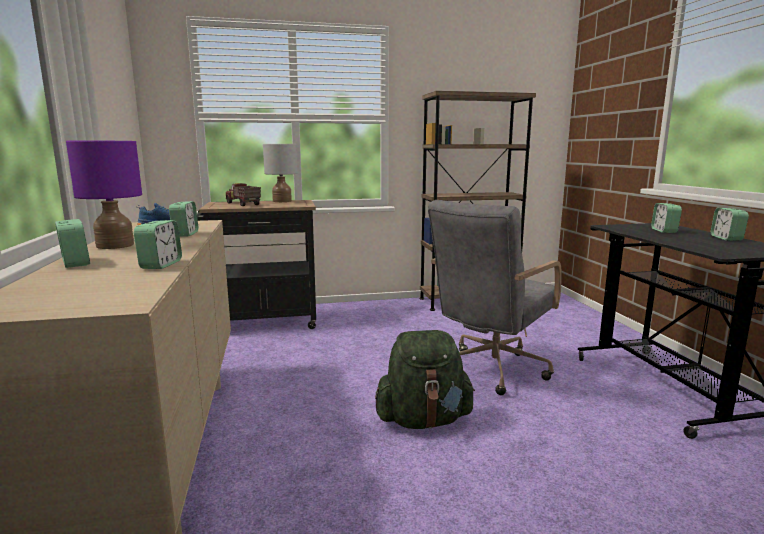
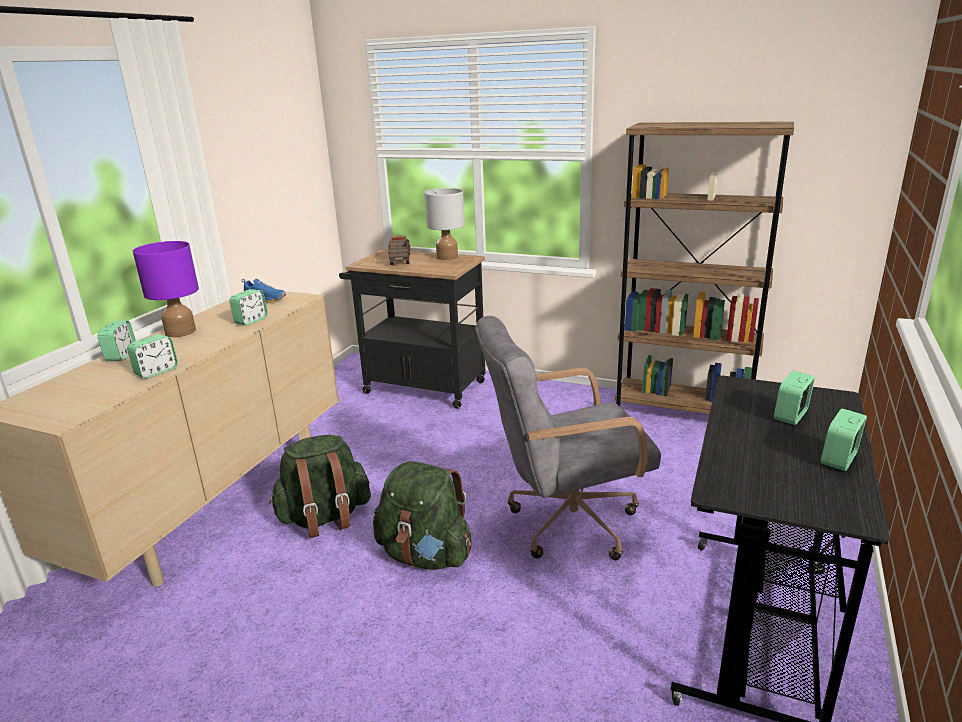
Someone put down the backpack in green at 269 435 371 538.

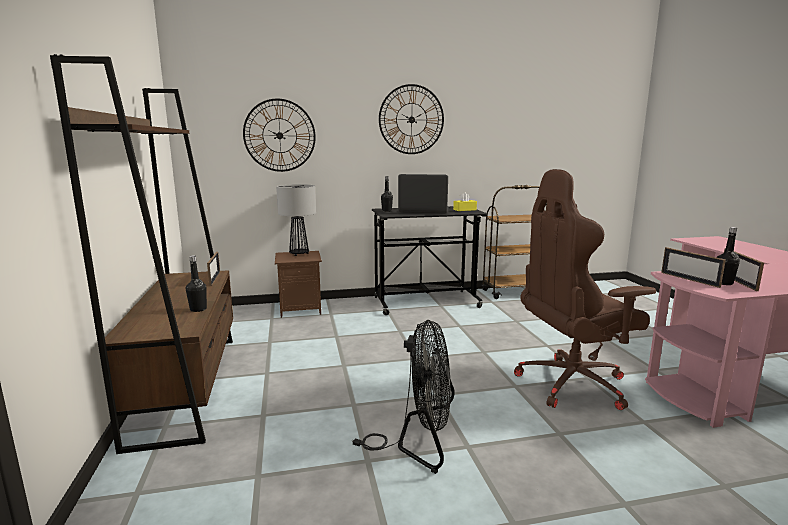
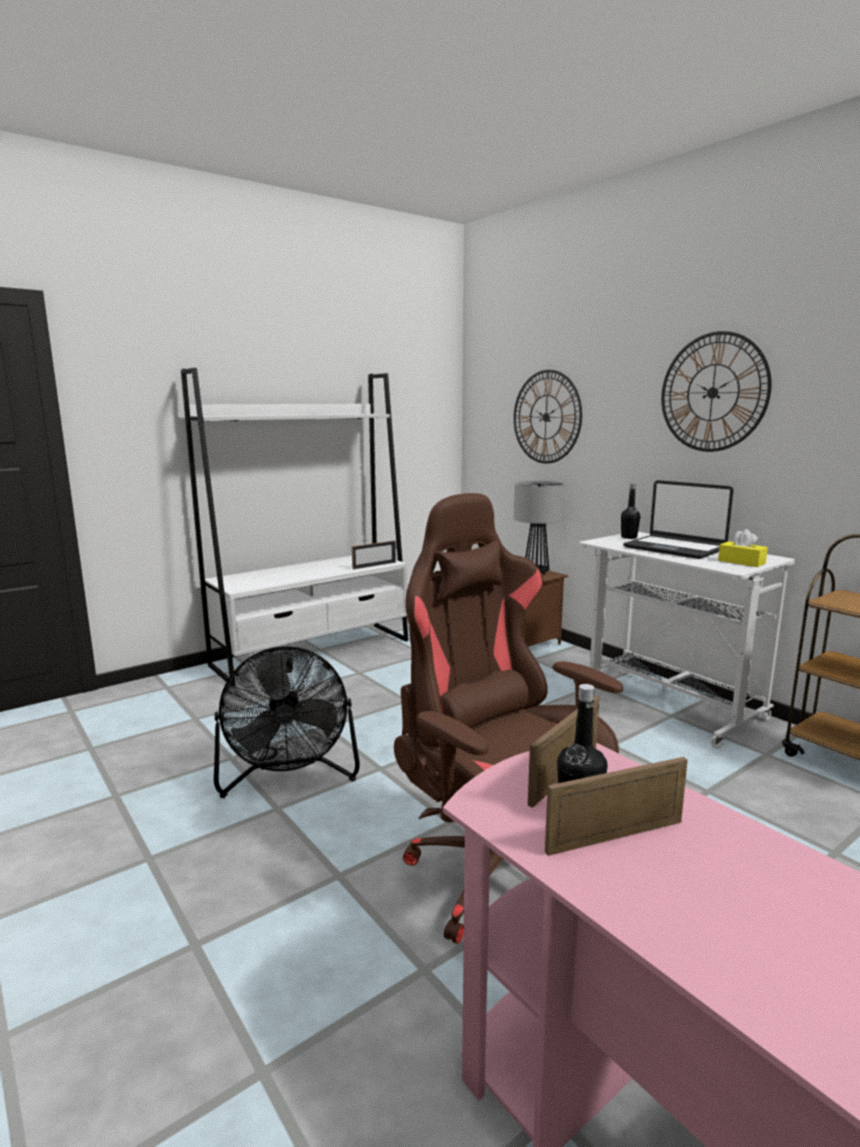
Someone repainted the bookcase in brown at 50 54 233 454, which became the bookcase in white at 181 368 409 687.
Someone rotated the laptop at 398 174 449 213 by 150 degrees clockwise.
Someone repainted the desk in black at 372 206 488 315, which became the desk in white at 574 532 795 748.
Someone took away the bottle in black at 186 255 207 312.

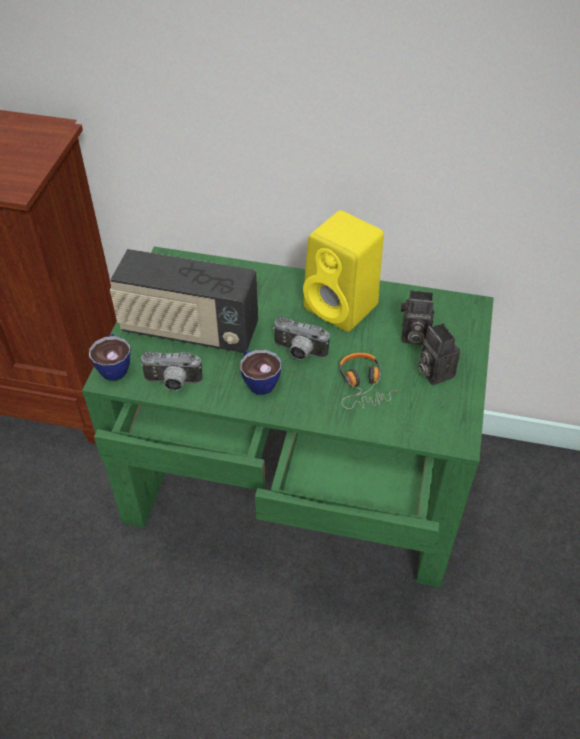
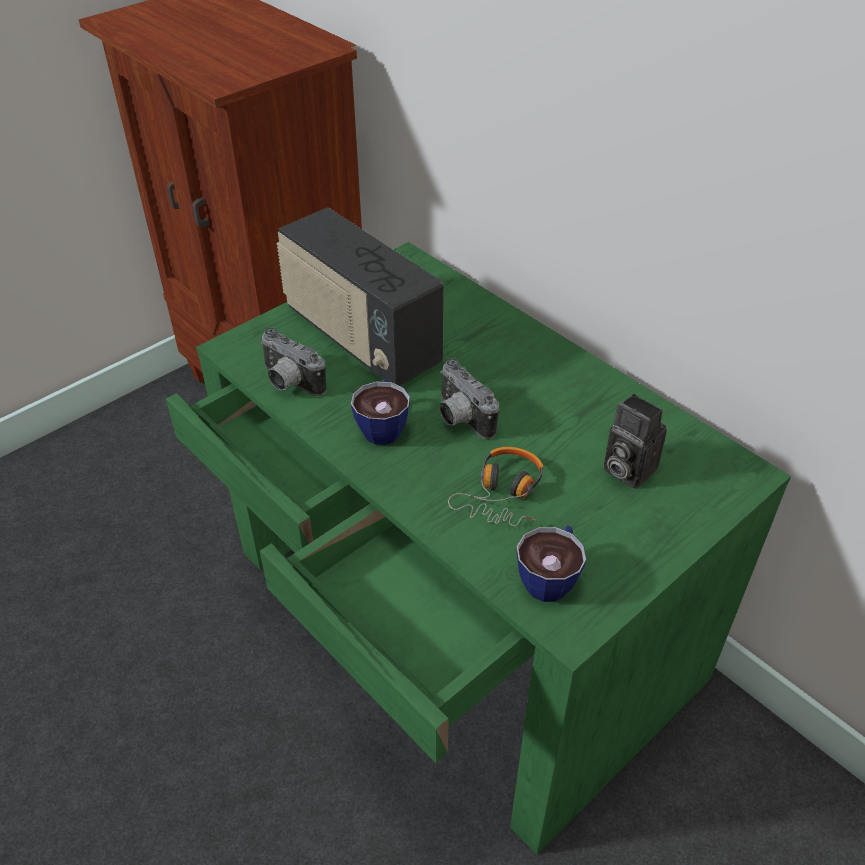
Someone took away the speaker in yellow at 303 210 384 332.
Someone took away the photo camera at 418 323 460 385.
Someone carried the cup from 89 334 130 381 to 516 526 587 602.

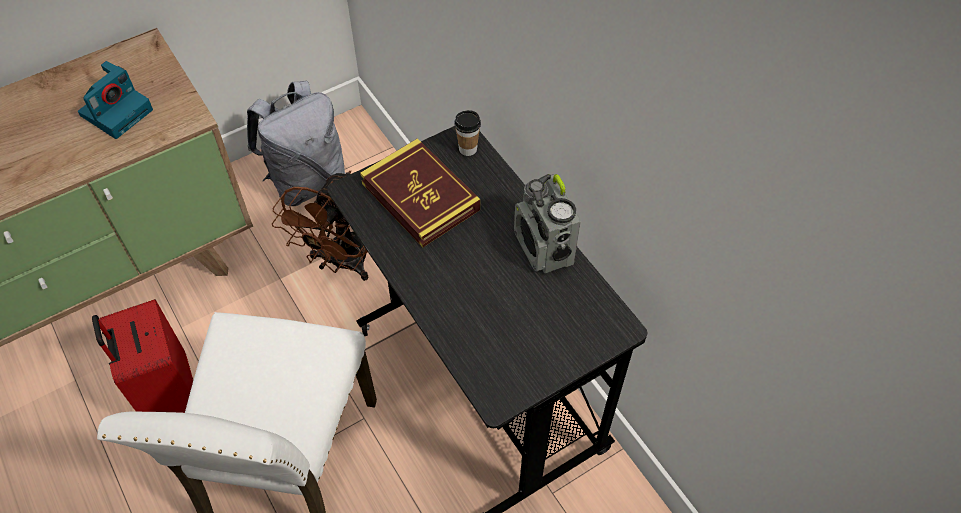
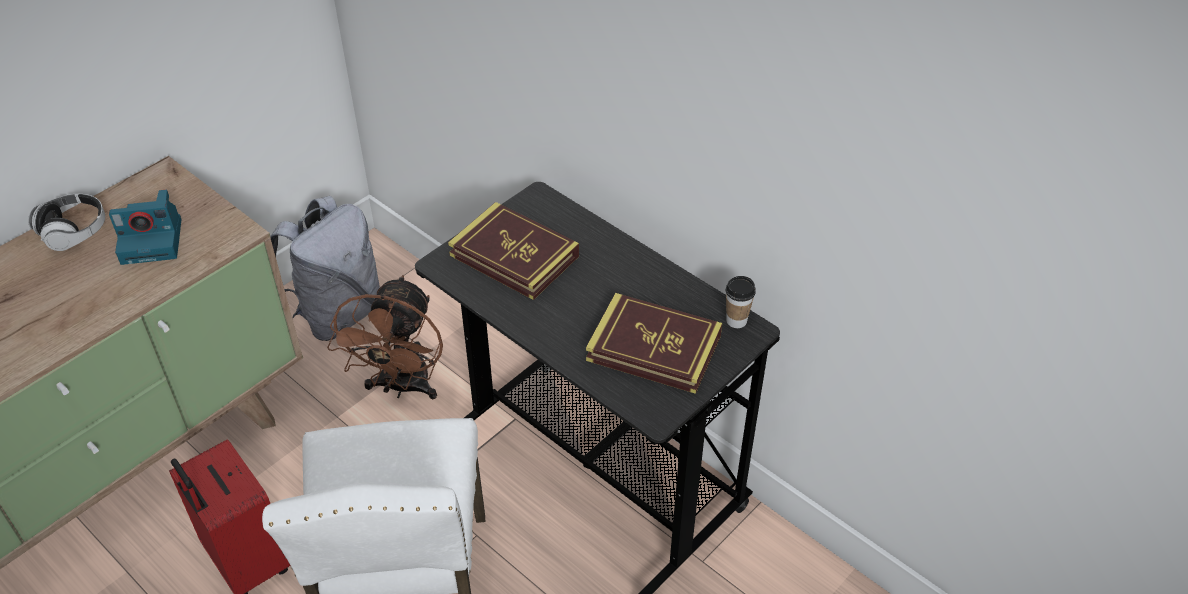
Someone rotated the photo camera at 78 61 153 139 by 60 degrees clockwise.
Someone carried the cup from 454 110 481 156 to 726 276 756 328.
Someone took away the radio at 514 174 581 273.
Someone put down the headphones at 28 194 105 251.
Someone put down the book at 586 293 722 394.

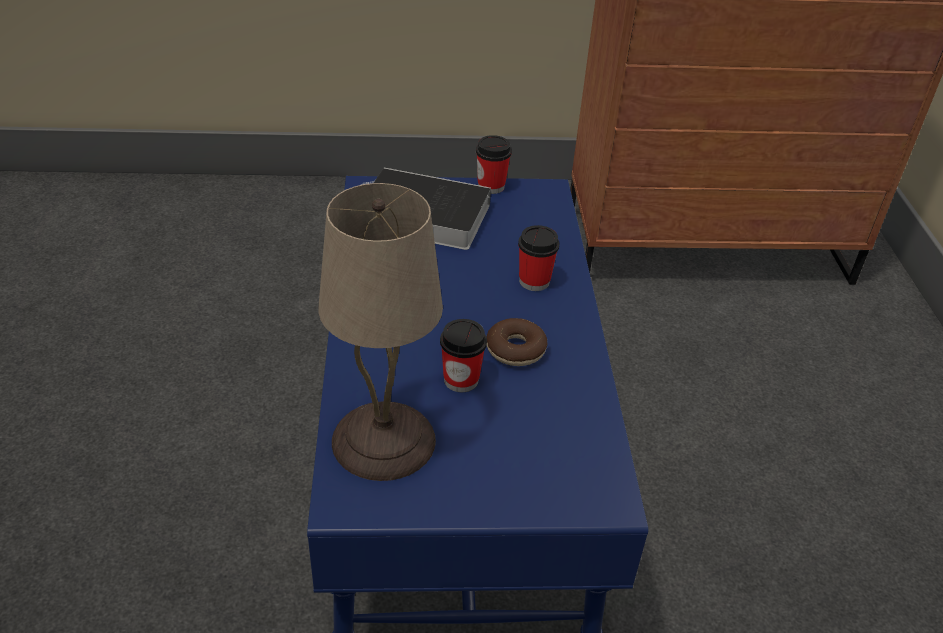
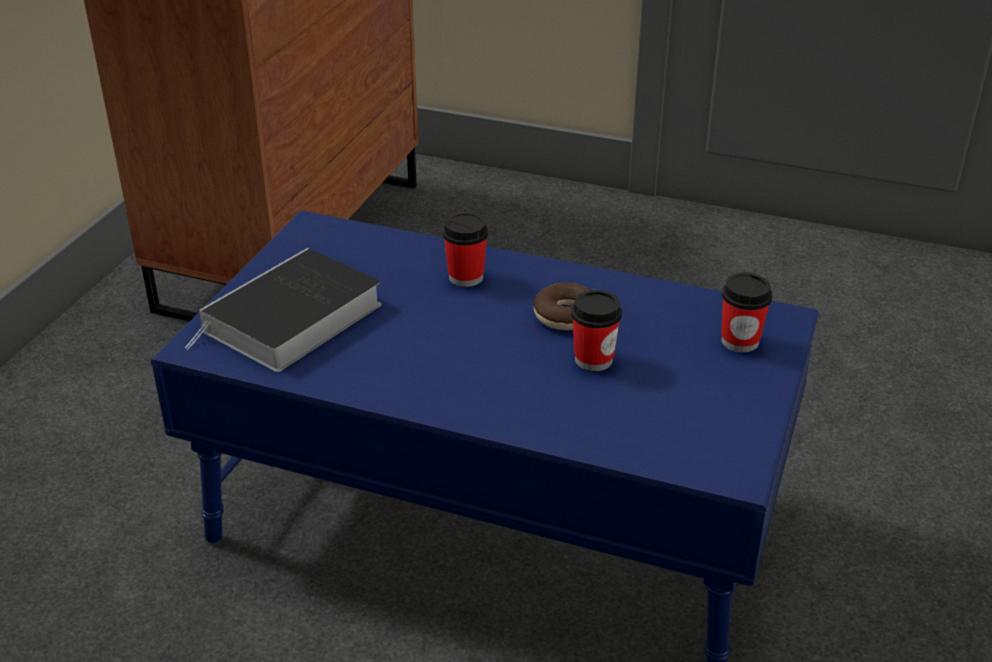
Someone carried the cup from 476 135 512 194 to 721 273 772 353.
Someone took away the table lamp in beige at 318 183 443 481.

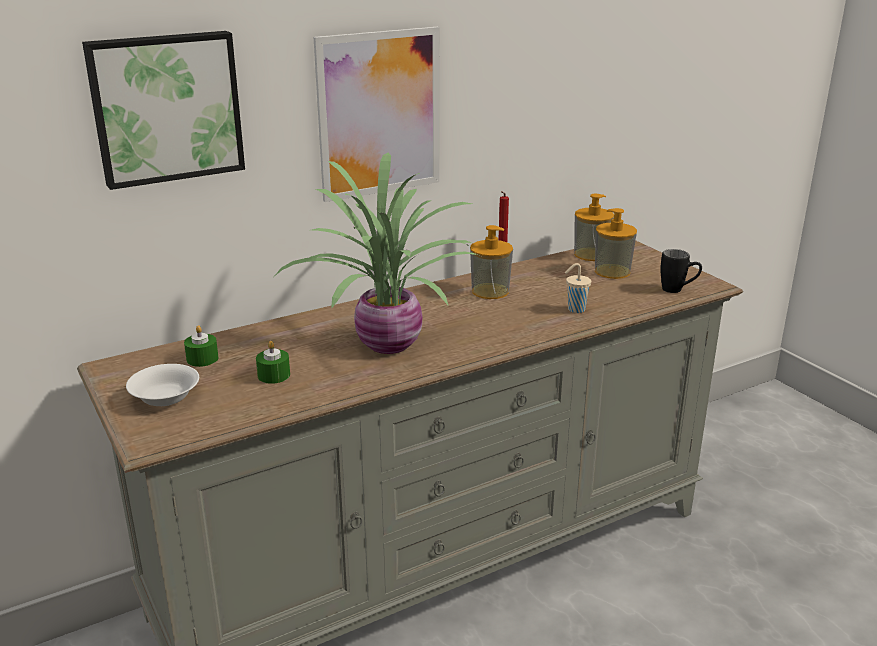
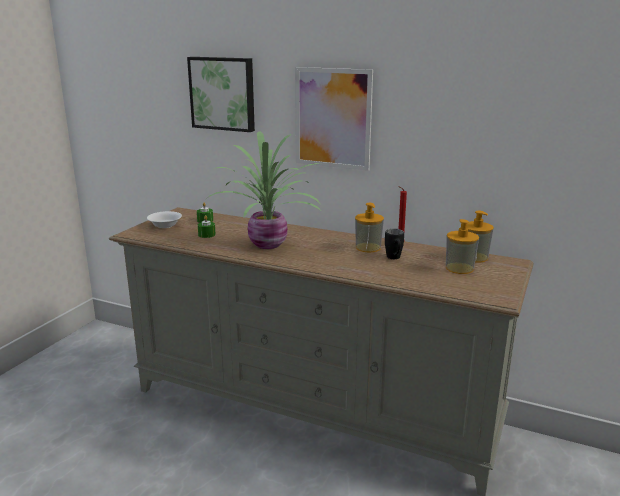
Someone carried the mug in black from 660 249 702 293 to 385 229 404 259.
Someone took away the cup in beige at 565 263 591 313.

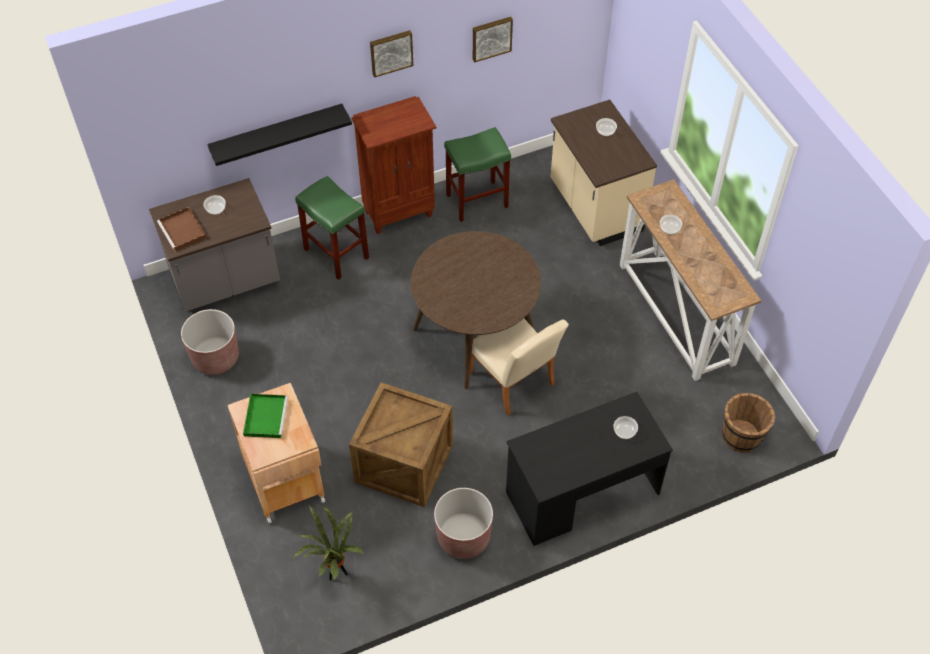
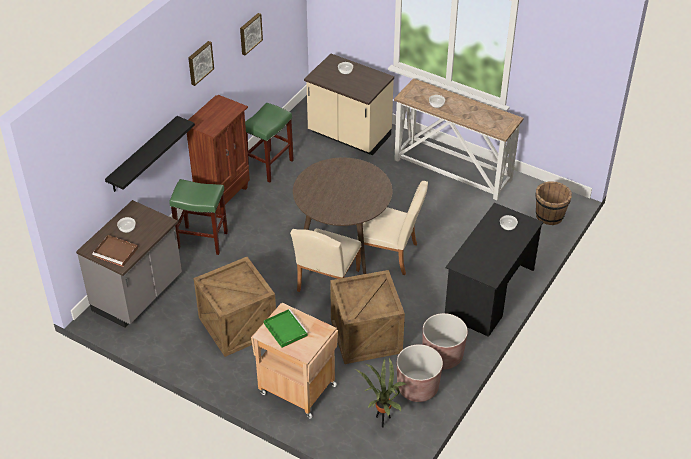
Someone carried the planter in brown from 181 309 239 375 to 397 344 443 402.
Someone put down the chair in beige at 290 229 361 292.
Someone put down the crate at 194 257 276 357.

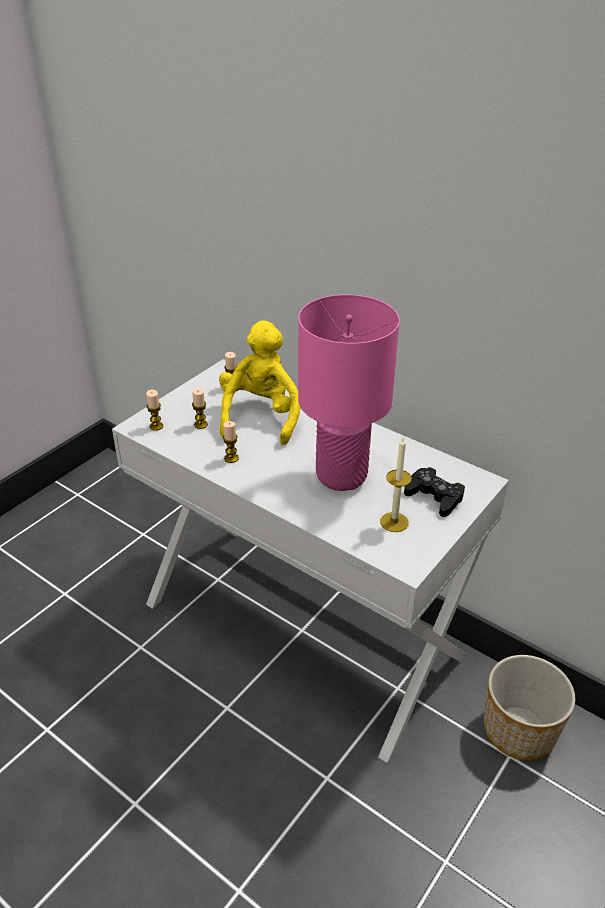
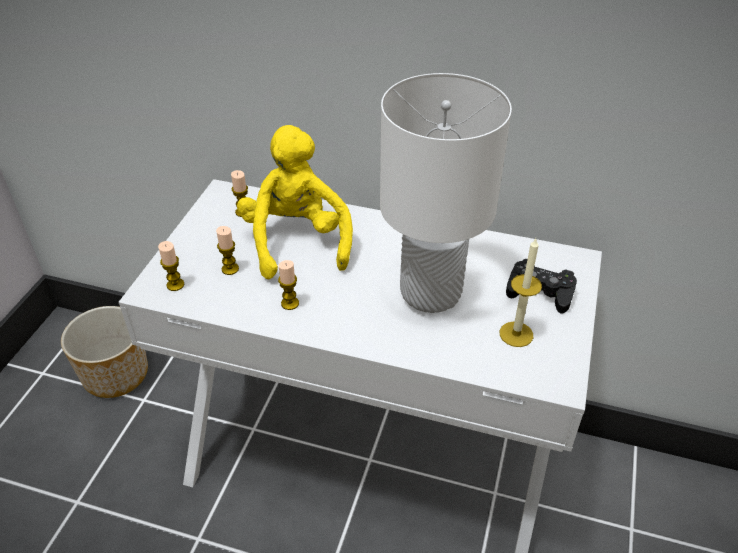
Someone repainted the table lamp in pink at 298 294 400 491, which became the table lamp in white at 380 73 512 313.
Someone carried the planter from 484 655 575 760 to 61 306 148 398.

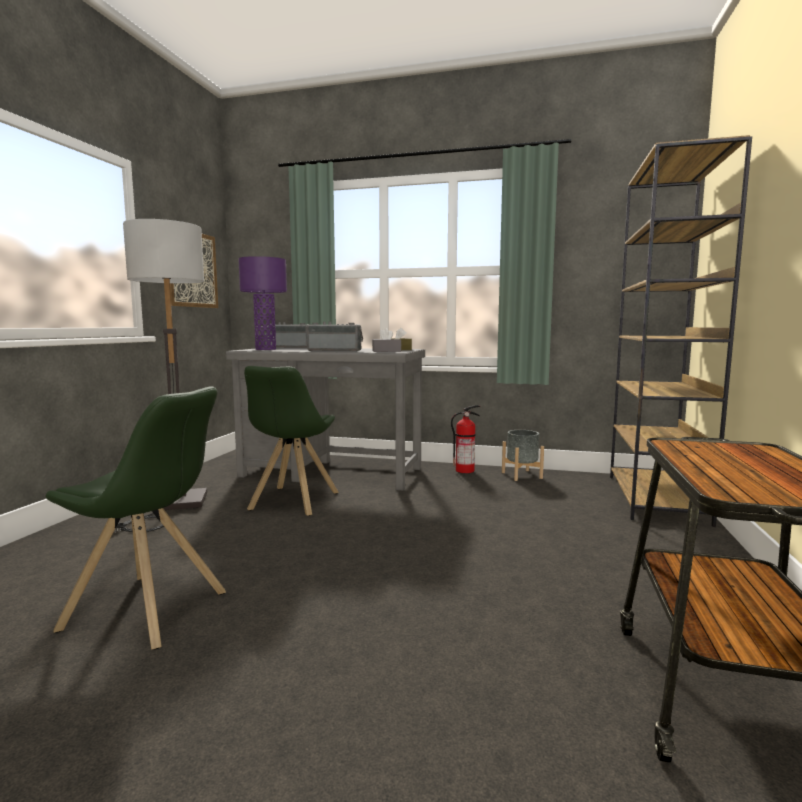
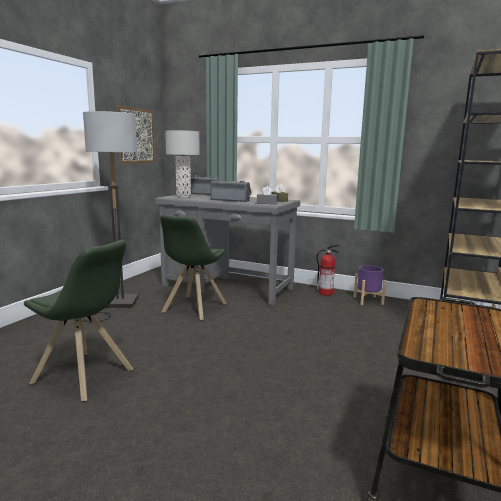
Someone repainted the table lamp in purple at 238 256 287 350, which became the table lamp in white at 165 130 200 198.
Someone repainted the planter in grey at 502 430 544 481, which became the planter in purple at 354 265 386 305.

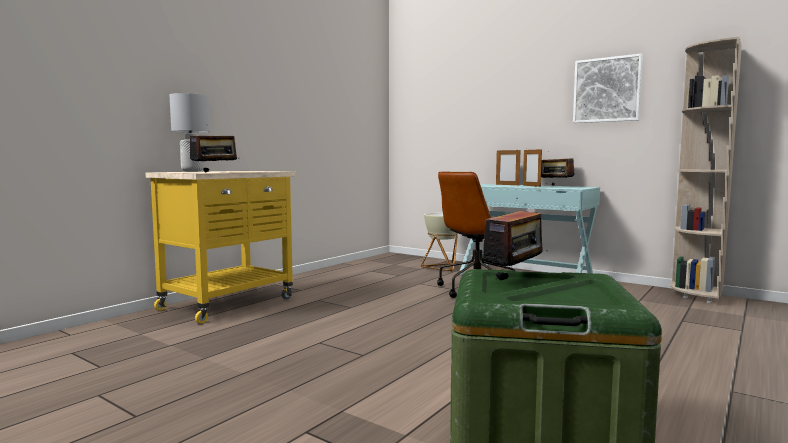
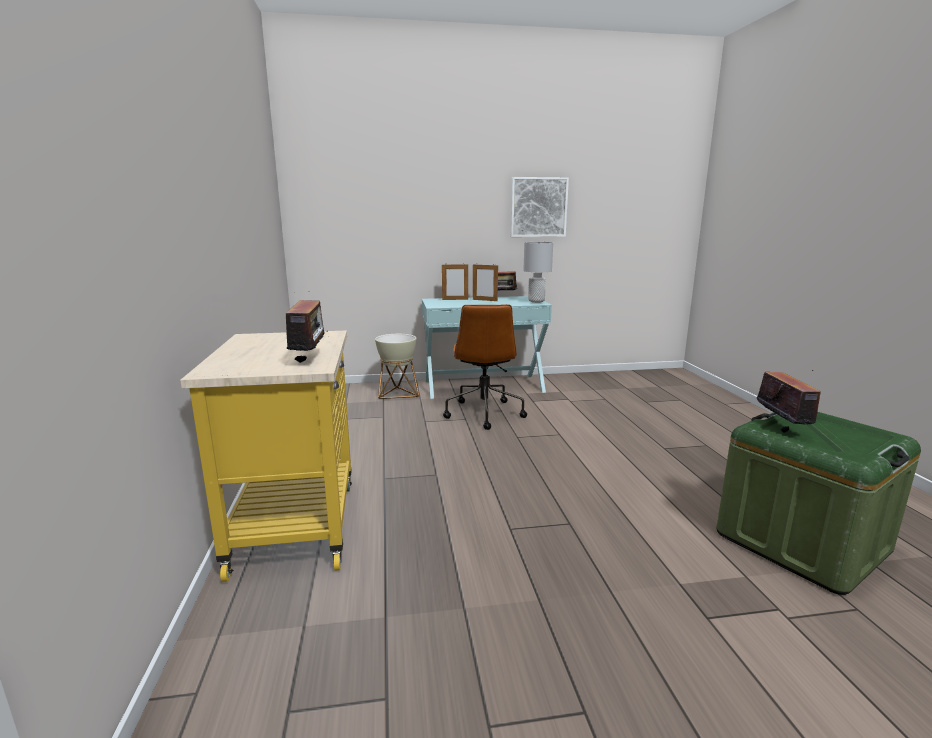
Someone took away the bookcase in beige at 670 37 742 303.
Someone carried the table lamp in grey from 170 93 210 172 to 523 242 553 303.

